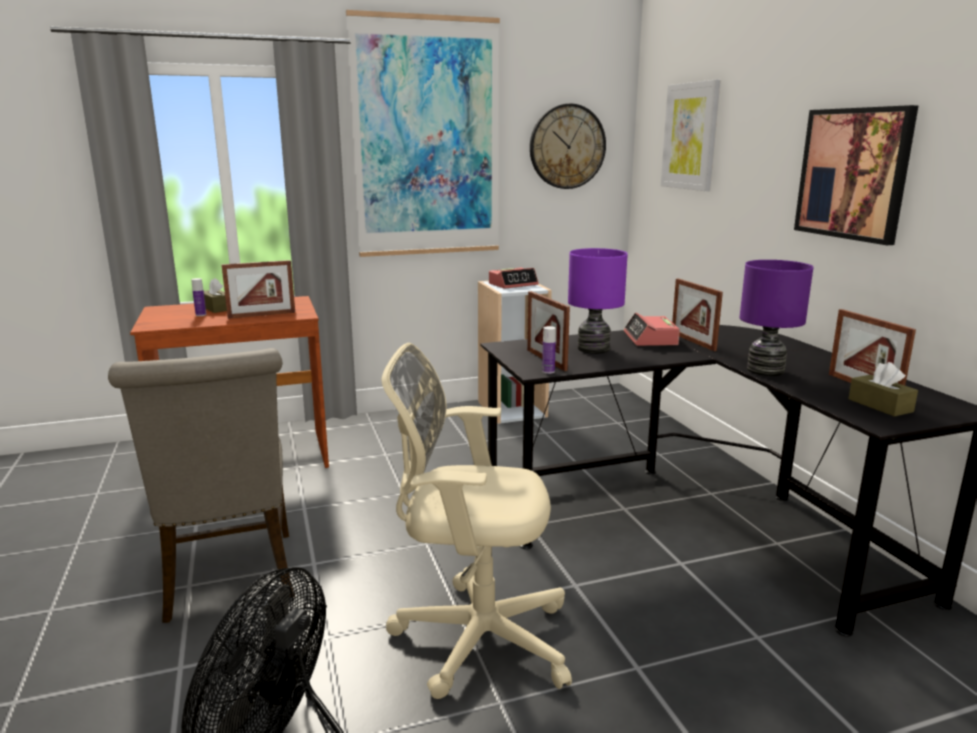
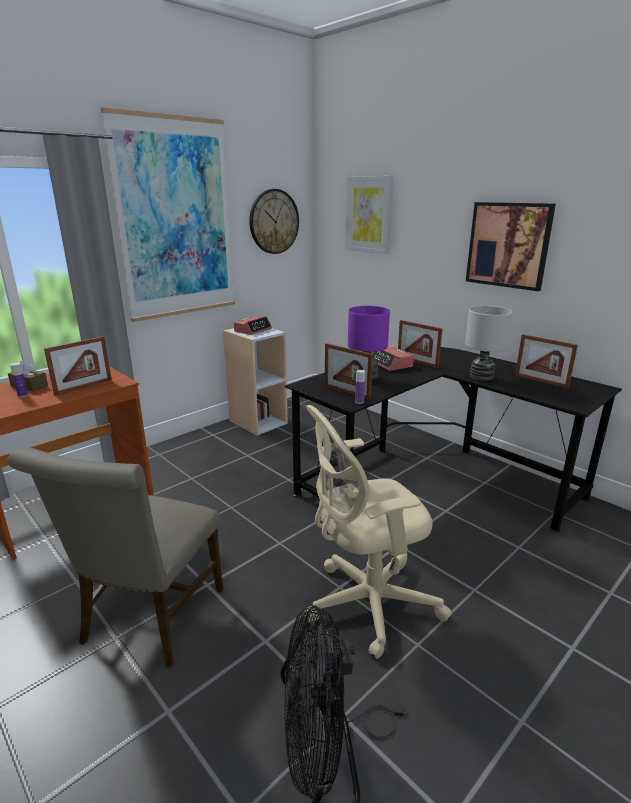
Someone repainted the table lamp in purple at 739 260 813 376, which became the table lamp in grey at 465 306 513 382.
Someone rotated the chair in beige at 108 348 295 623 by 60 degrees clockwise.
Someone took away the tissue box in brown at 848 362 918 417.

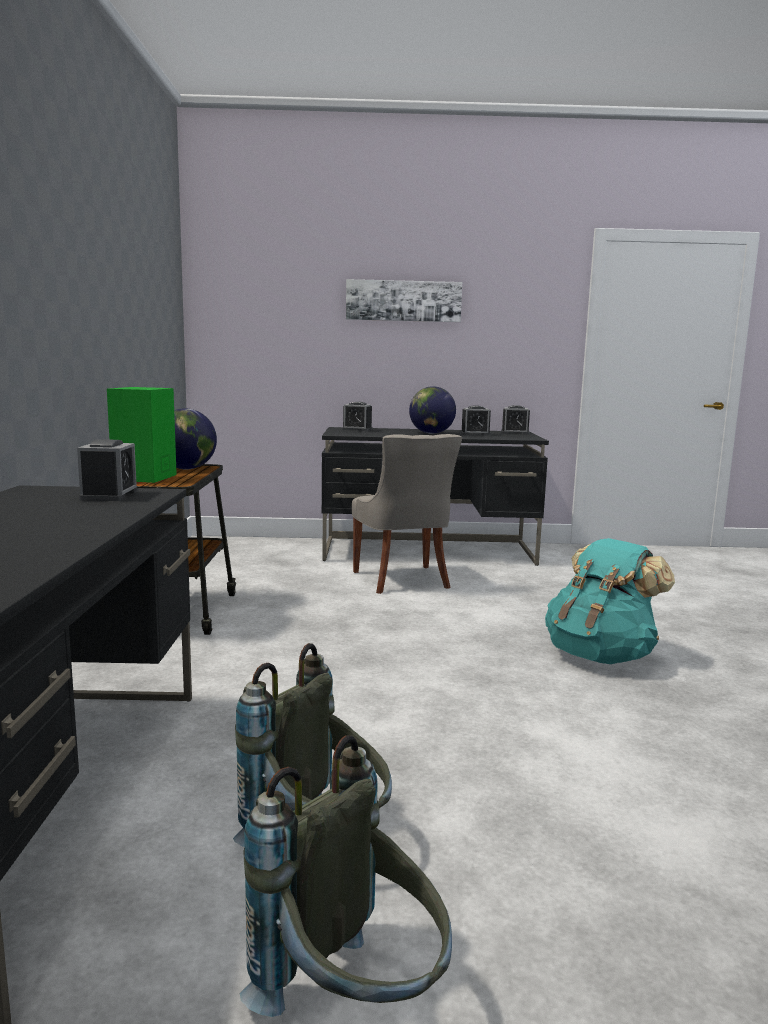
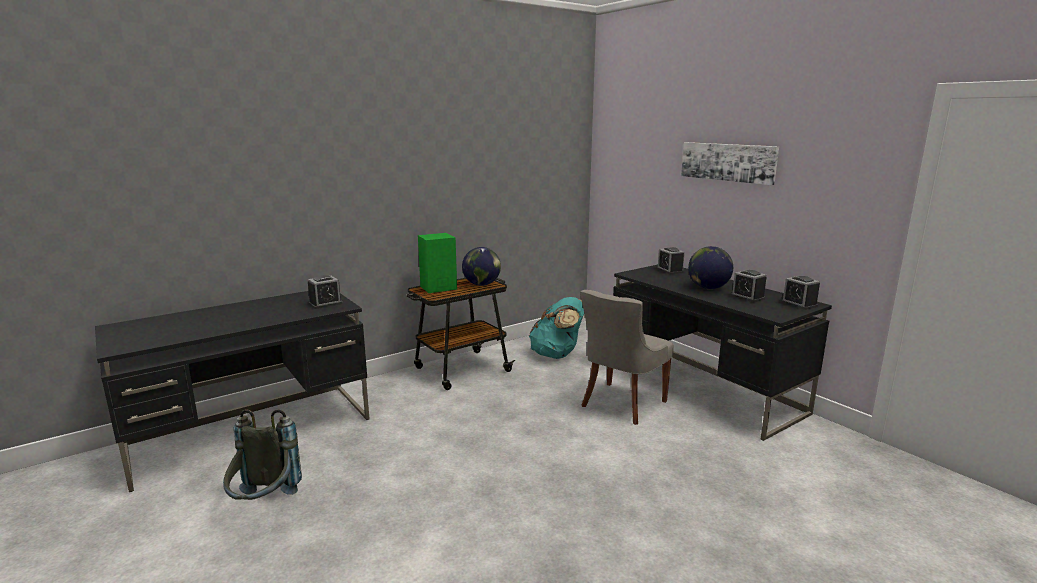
Someone carried the backpack in turquoise from 545 538 675 664 to 529 297 584 359.
Someone took away the backpack in grey at 240 735 452 1017.

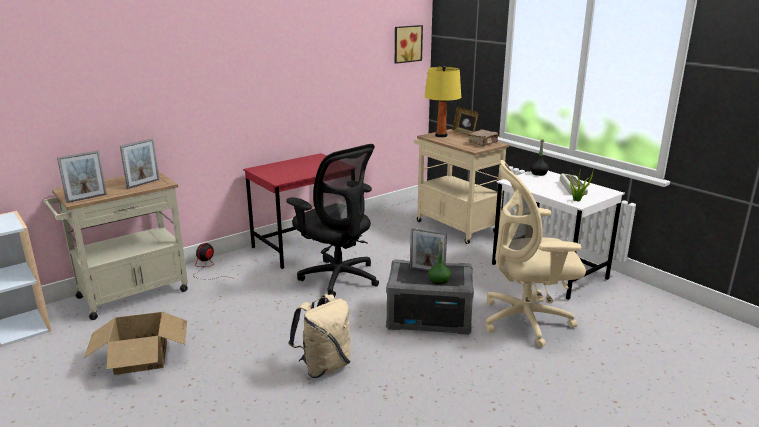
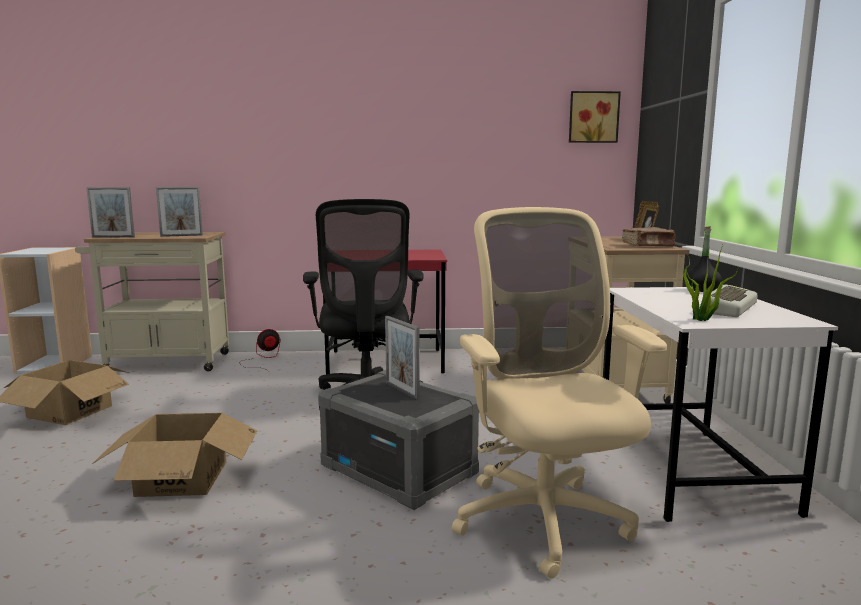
Someone took away the table lamp in yellow at 424 66 461 137.
Someone rotated the office chair in beige at 486 160 586 347 by 45 degrees clockwise.
Someone took away the bottle in green at 428 241 451 284.
Someone swapped the backpack in beige at 289 294 351 378 for the cardboard box at 92 413 257 497.

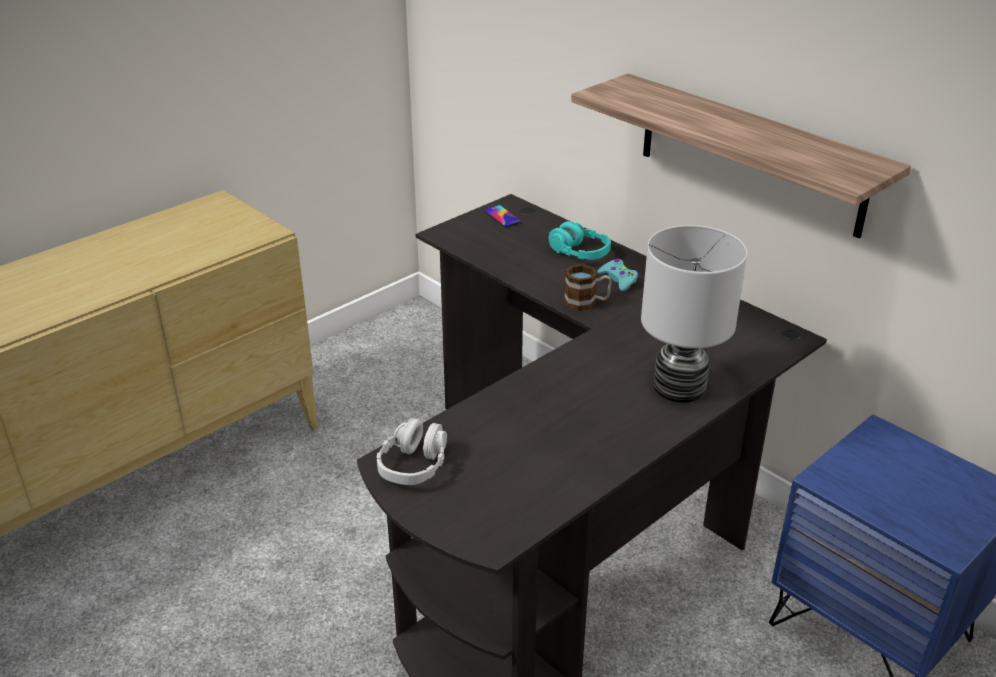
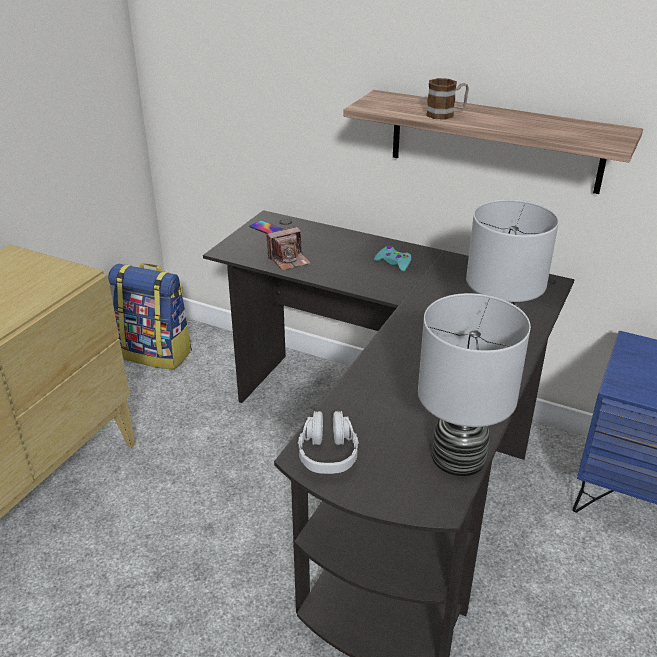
Someone took away the headphones in turquoise at 549 221 611 260.
Someone carried the mug from 564 264 612 311 to 426 78 469 120.
Someone put down the photo camera at 266 226 311 270.
Someone put down the backpack at 108 263 192 370.
Someone put down the table lamp in grey at 418 293 531 476.

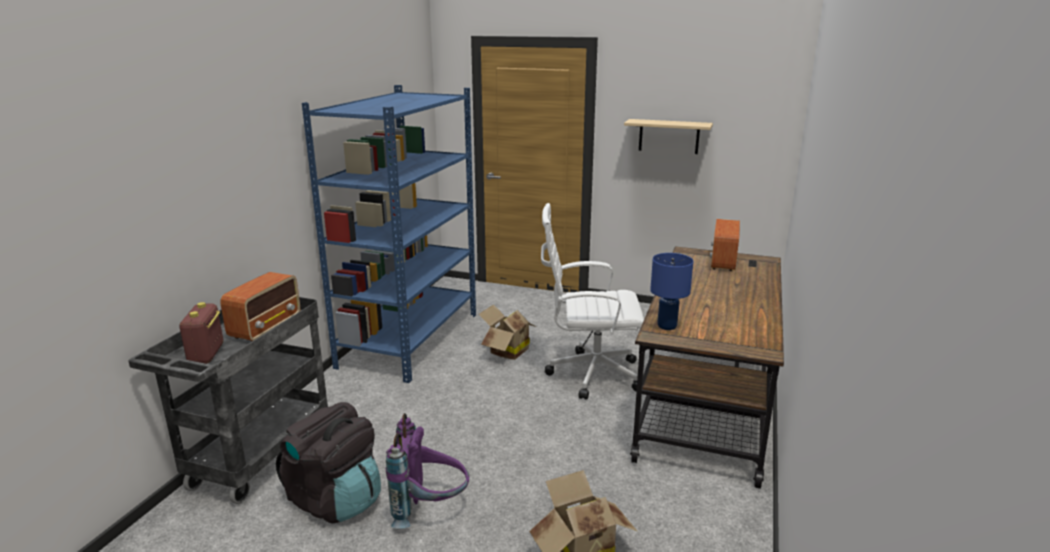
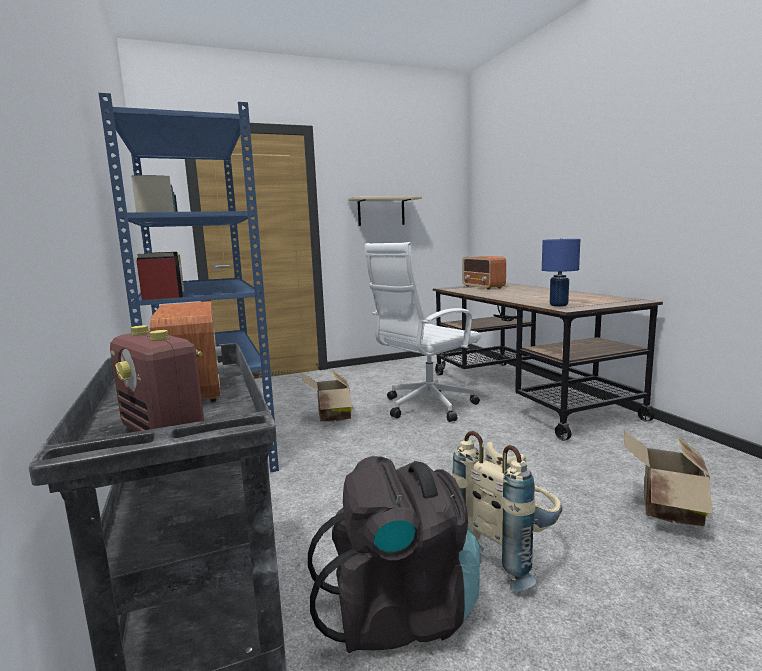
Someone repainted the backpack in purple at 386 413 469 529, which became the backpack in beige at 452 431 562 591.

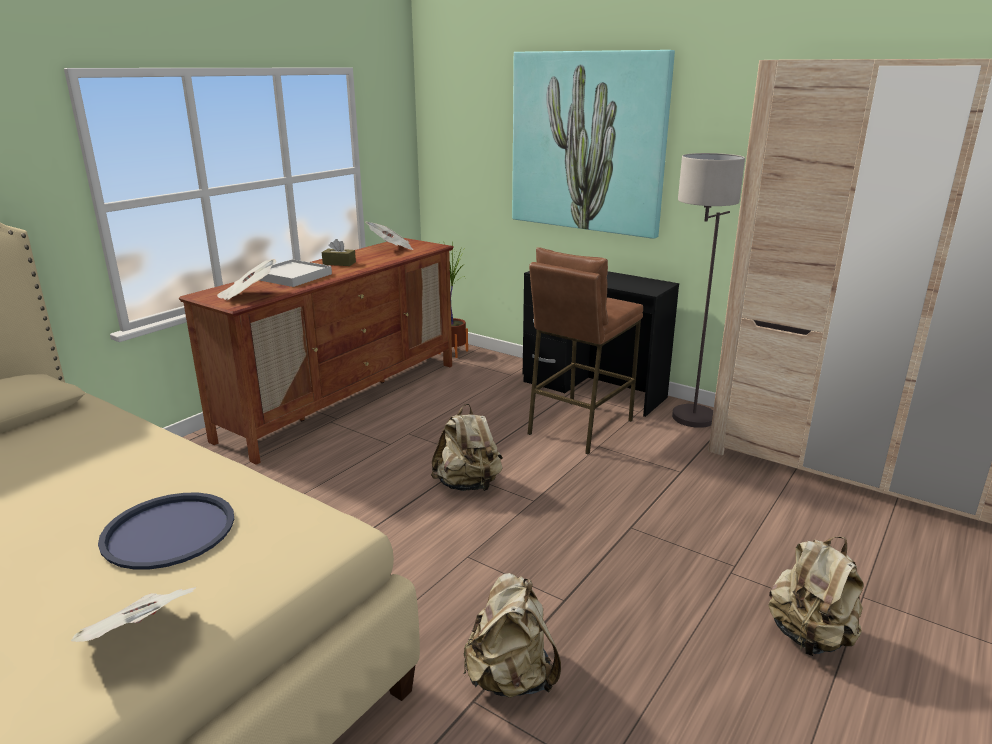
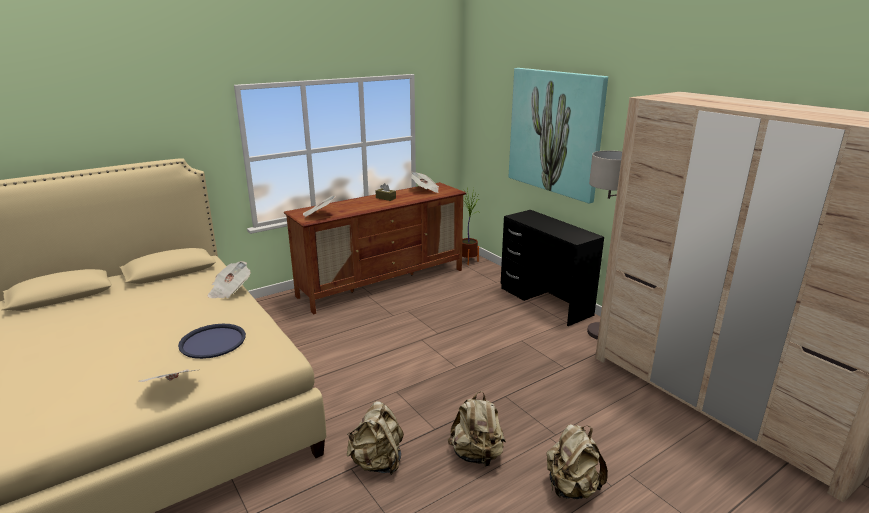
Someone took away the stool in brown at 528 247 643 454.
Someone took away the tray in white at 259 259 332 287.
Someone carried the backpack in beige from 431 404 503 491 to 448 391 506 467.
Someone put down the newspaper at 207 261 251 298.

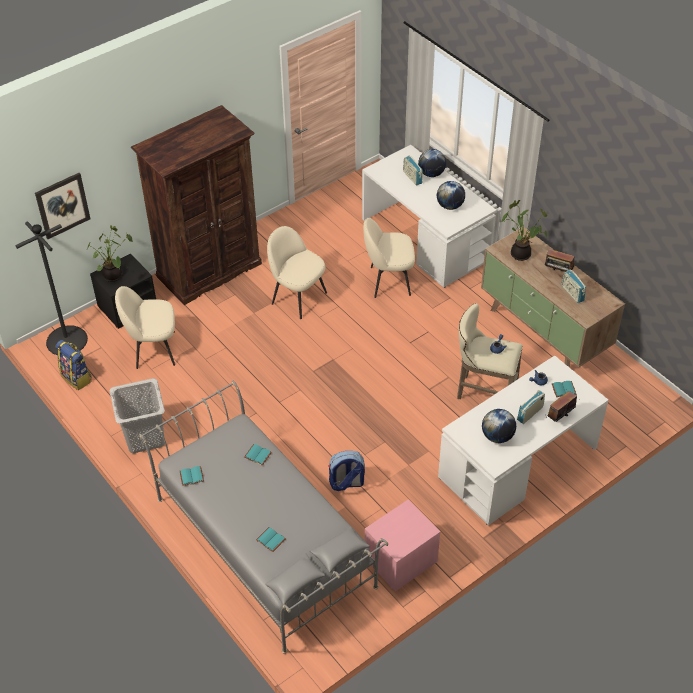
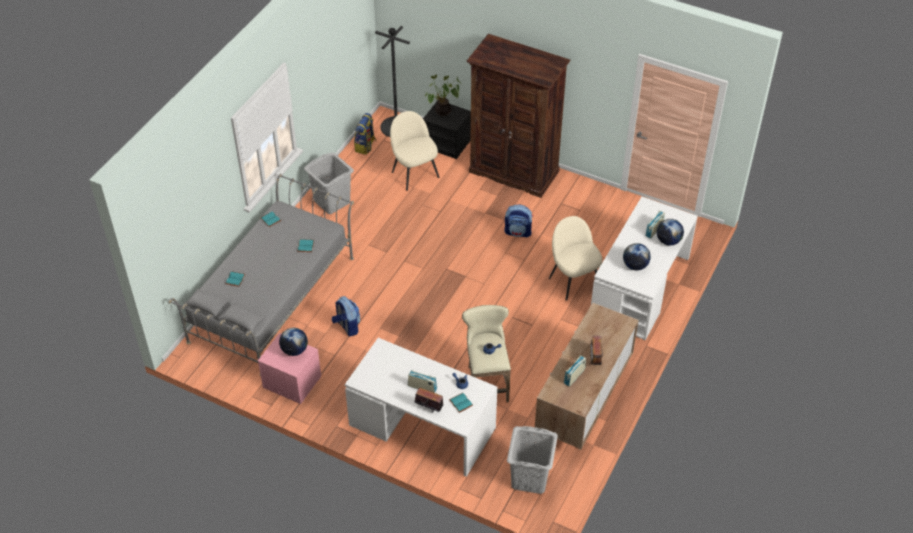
Someone took away the picture at 35 173 90 239.
Someone took away the potted plant at 502 200 547 261.
Someone swapped the chair in beige at 267 226 327 319 for the backpack at 504 204 533 237.
Someone carried the globe from 482 409 516 443 to 279 328 308 356.
Someone put down the laundry basket in grey at 507 426 558 494.

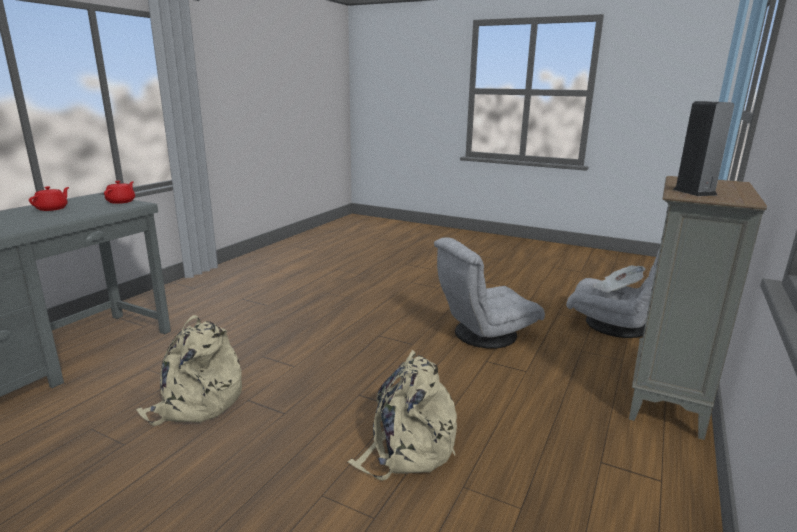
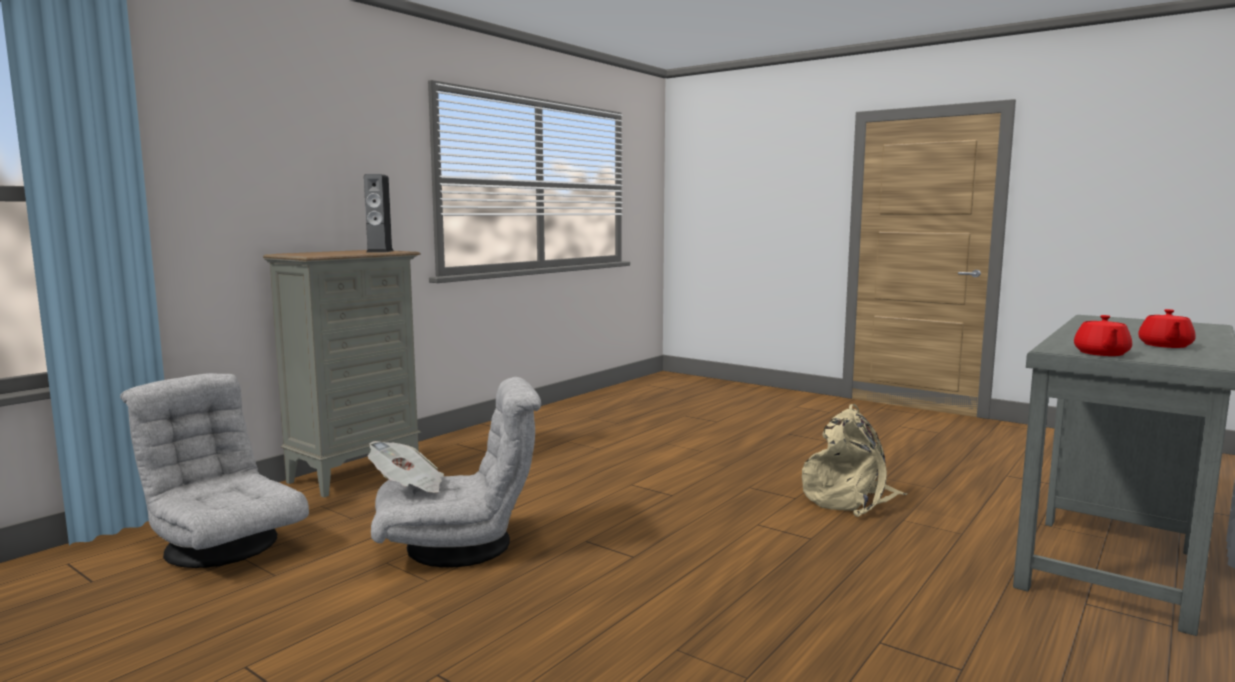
Someone carried the newspaper from 593 265 646 293 to 368 441 444 493.
Someone took away the backpack in beige at 348 350 457 481.

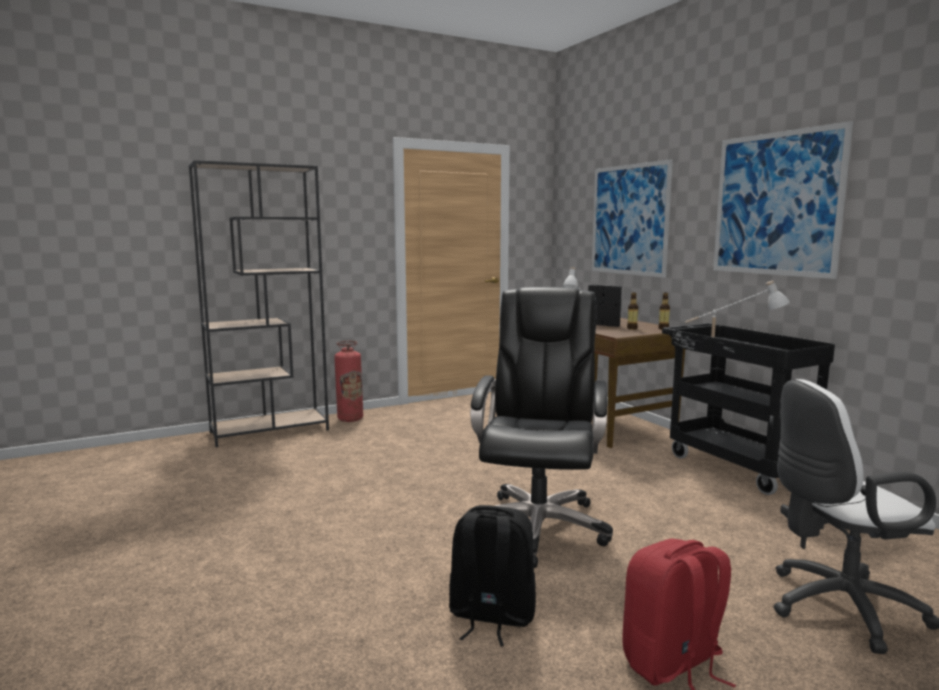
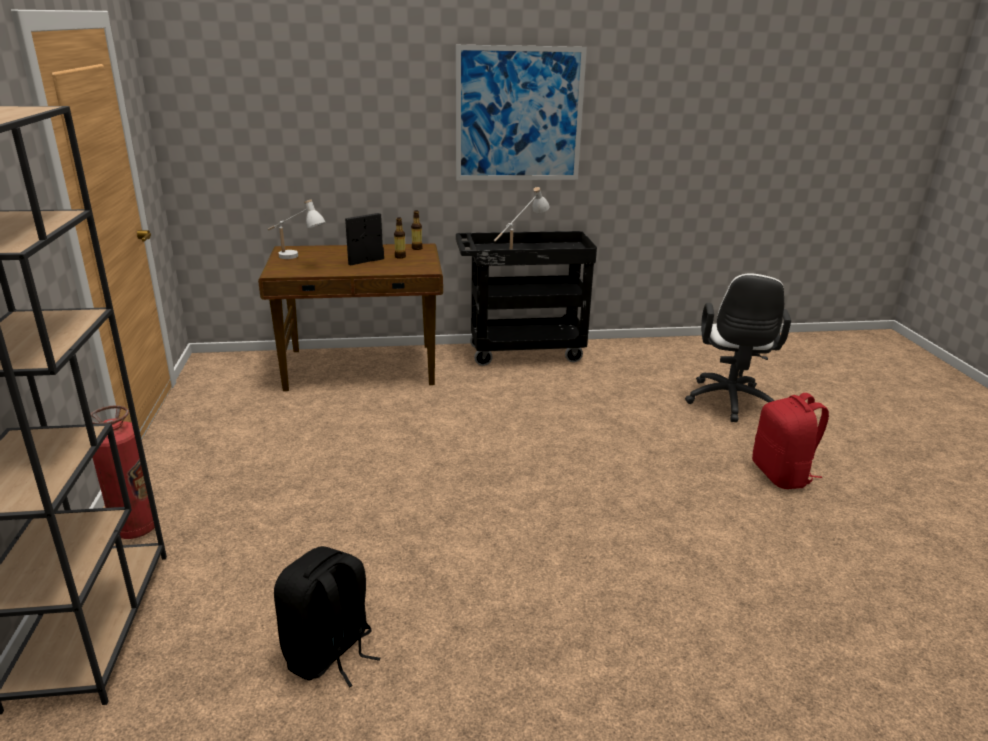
Someone took away the picture at 592 159 673 278.
Someone took away the office chair in black at 470 287 613 568.
Someone carried the backpack in black from 449 505 536 647 to 274 546 381 688.

